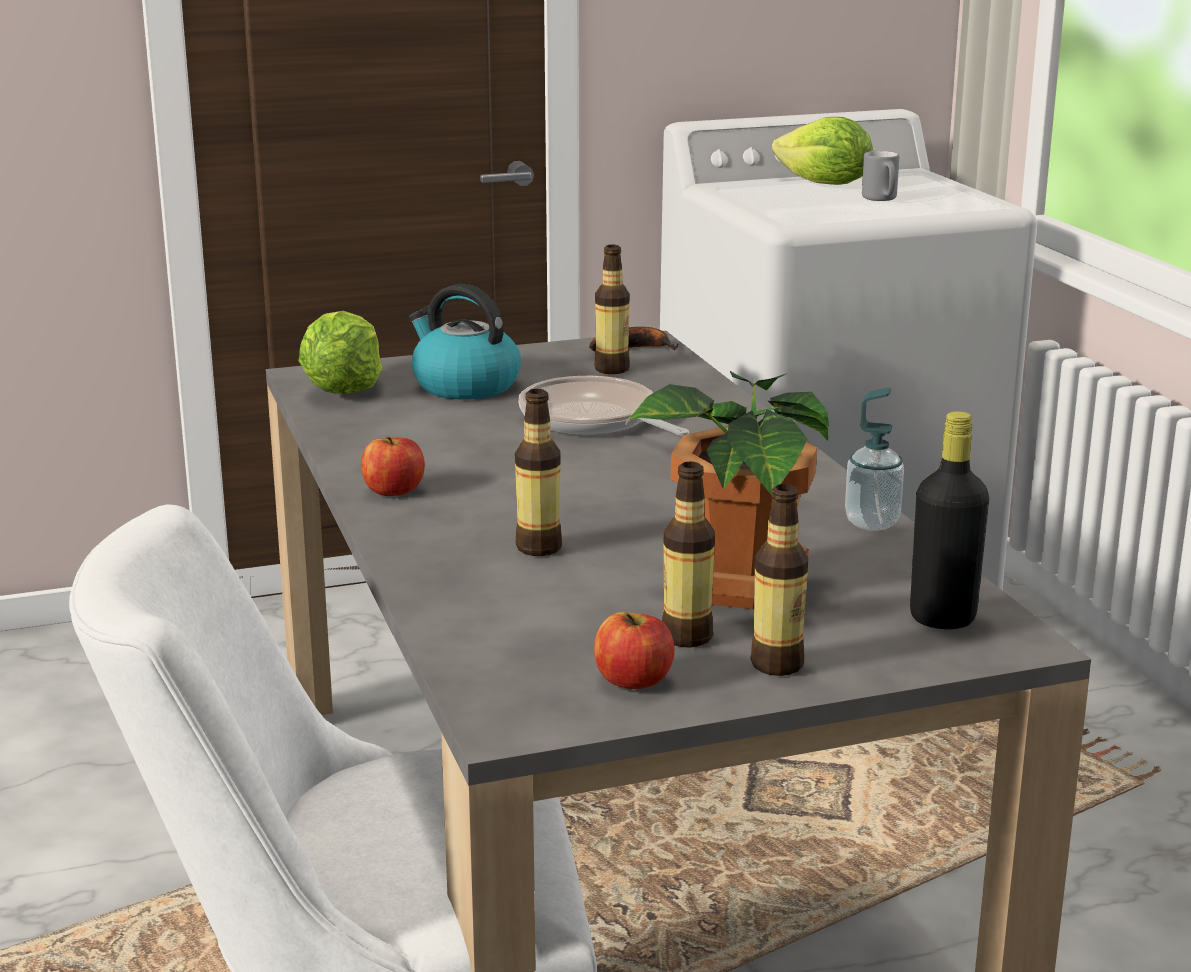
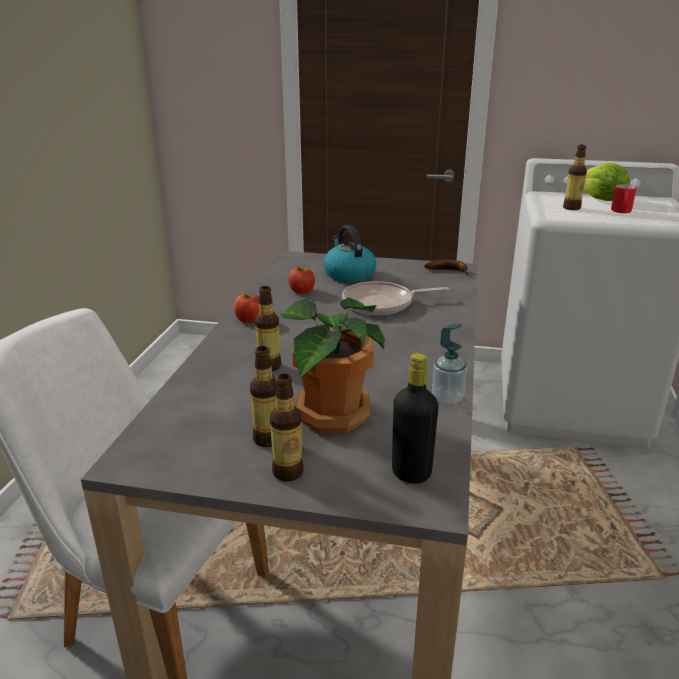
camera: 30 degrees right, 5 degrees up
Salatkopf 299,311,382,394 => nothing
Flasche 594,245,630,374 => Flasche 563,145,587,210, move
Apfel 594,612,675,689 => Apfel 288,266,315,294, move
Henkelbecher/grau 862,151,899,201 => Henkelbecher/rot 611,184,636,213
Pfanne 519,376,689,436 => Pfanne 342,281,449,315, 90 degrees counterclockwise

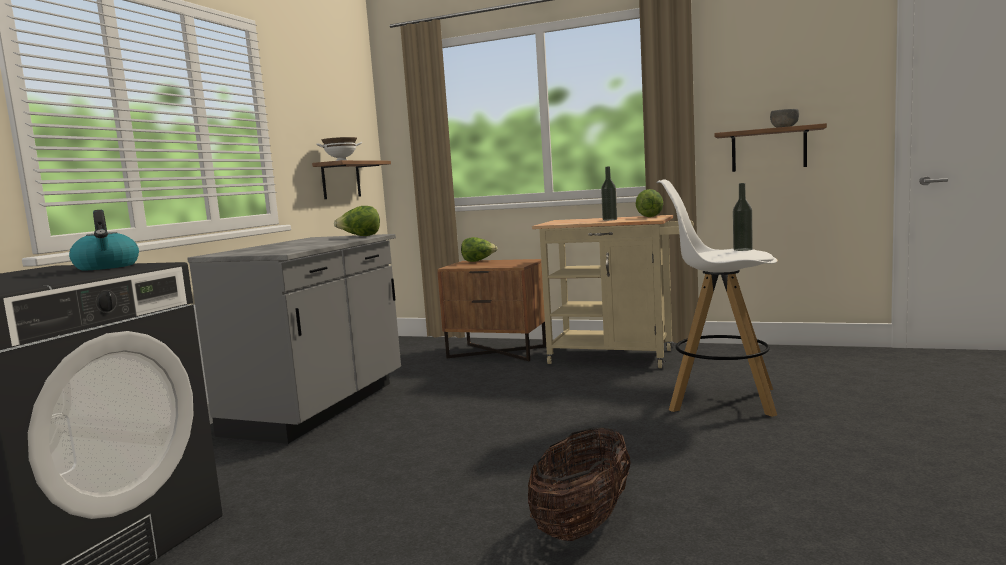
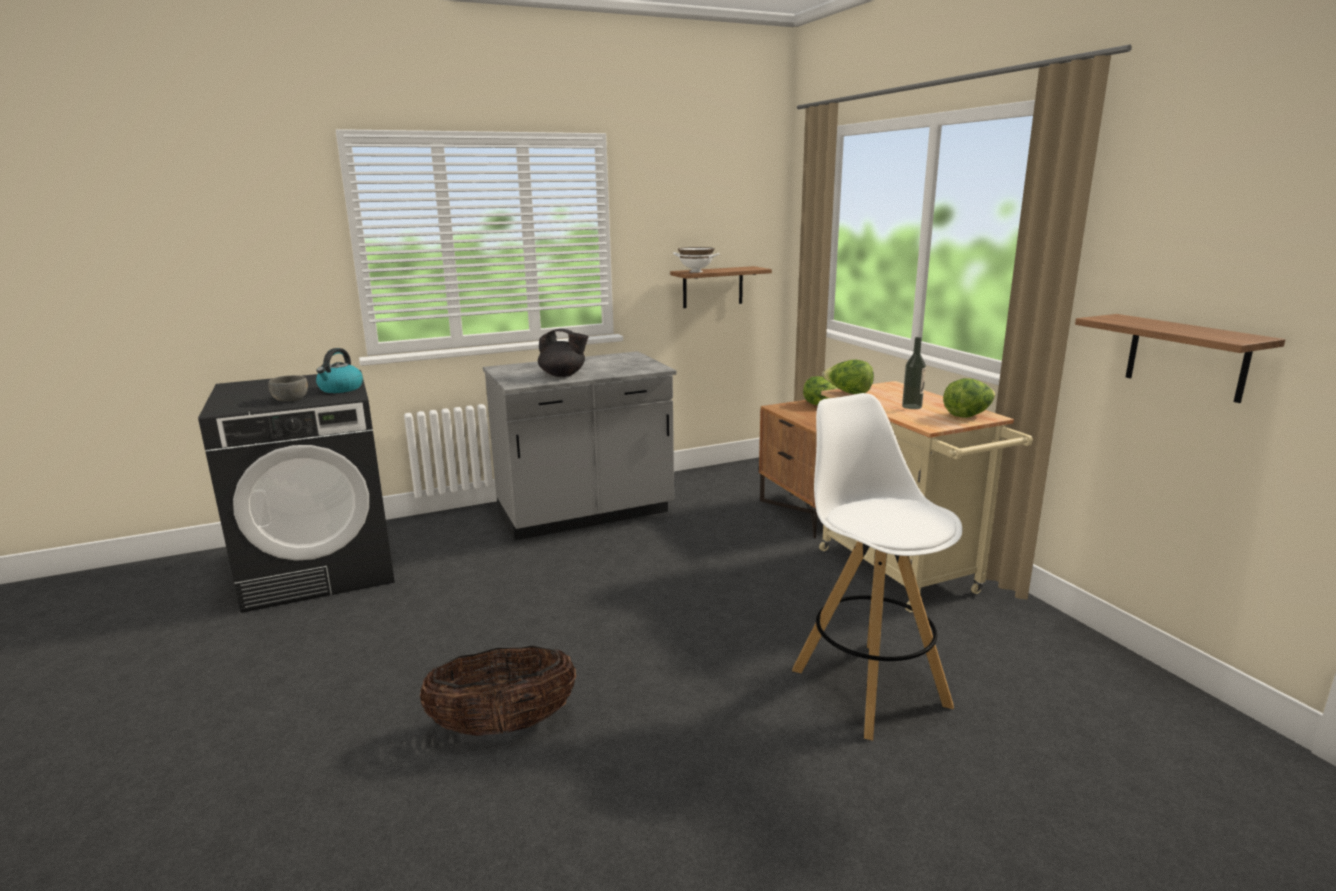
camera: 45 degrees right, 10 degrees up
Flasche 733,183,753,251 => nothing
nothing => Teekanne/schwarz 538,329,588,377
Salatkopf 334,206,380,236 => Salatkopf 822,360,874,394, move
Schüssel/grau 770,109,799,127 => Schüssel/grau 268,375,308,402, move

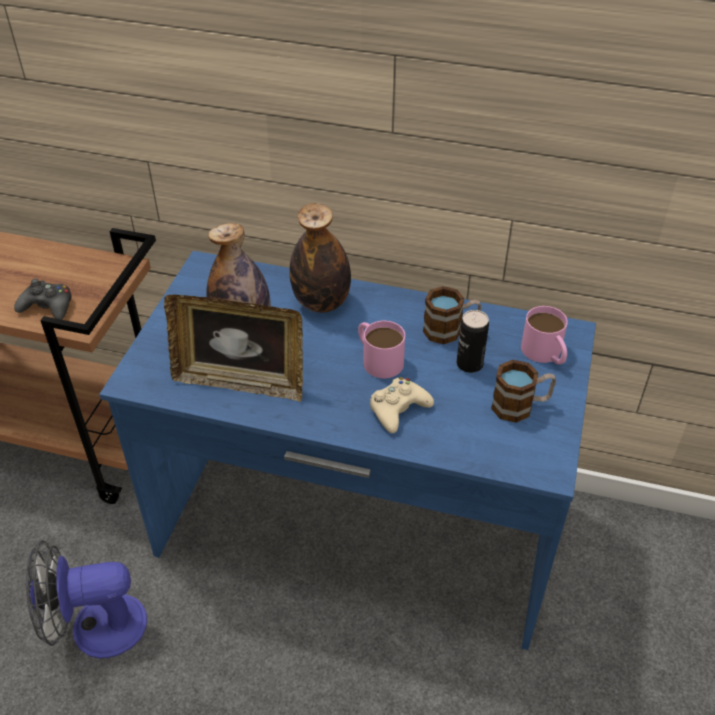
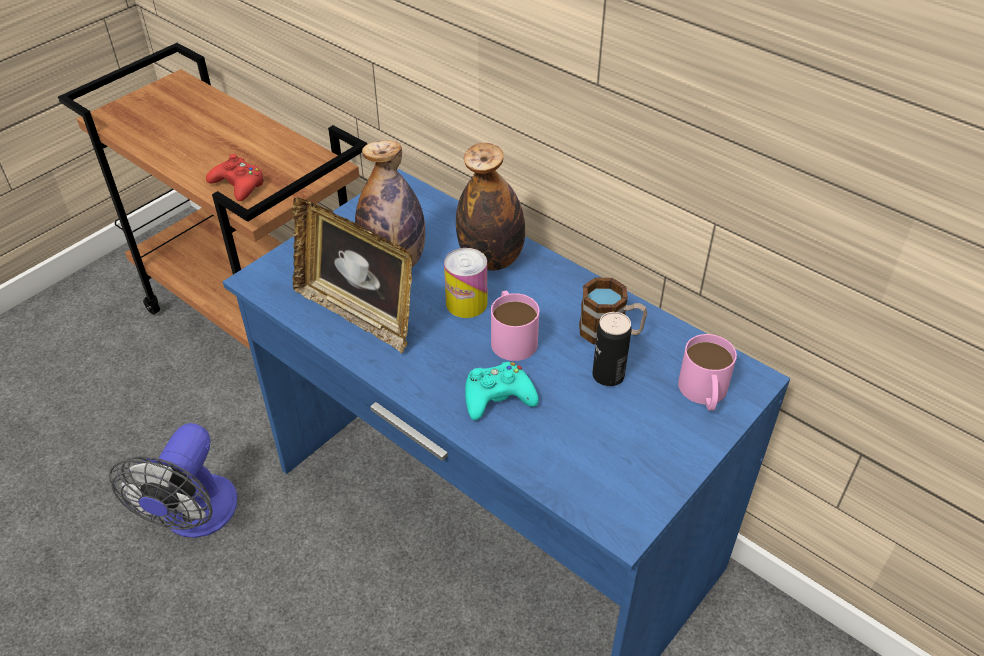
camera: 25 degrees right, 0 degrees up
Henkelbecher 491,360,556,423 => nothing
nothing => Dose 444,248,487,318
Gamepad/schwarz 14,279,72,320 => Gamepad/rot 206,154,264,201
Gamepad/beige 370,377,434,433 => Gamepad/türkis 465,362,539,420
Ventilator 26,540,147,658 => Ventilator 109,423,237,538, 90 degrees counterclockwise

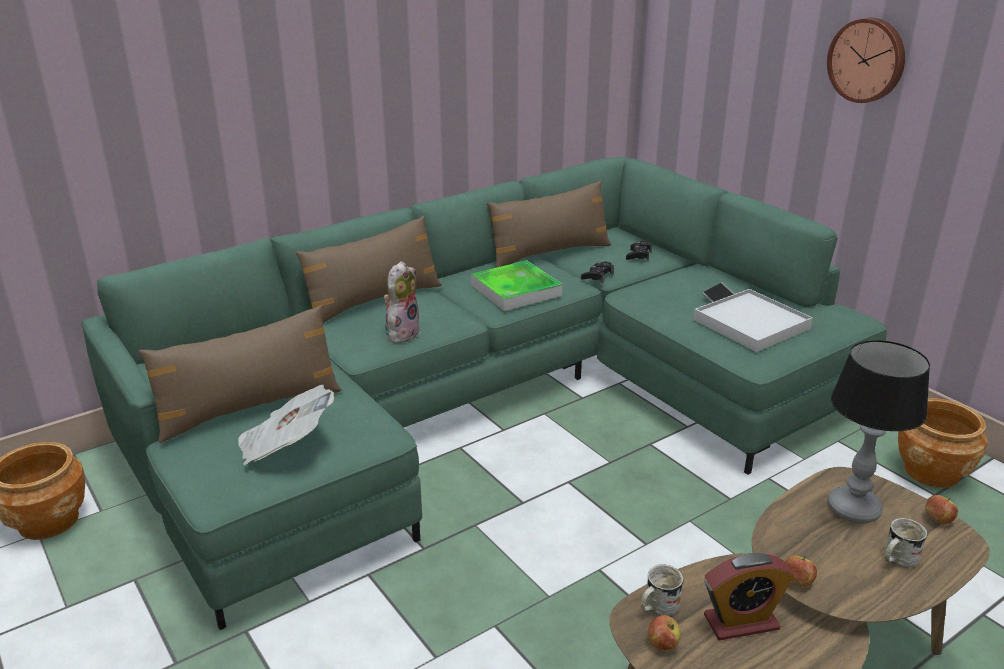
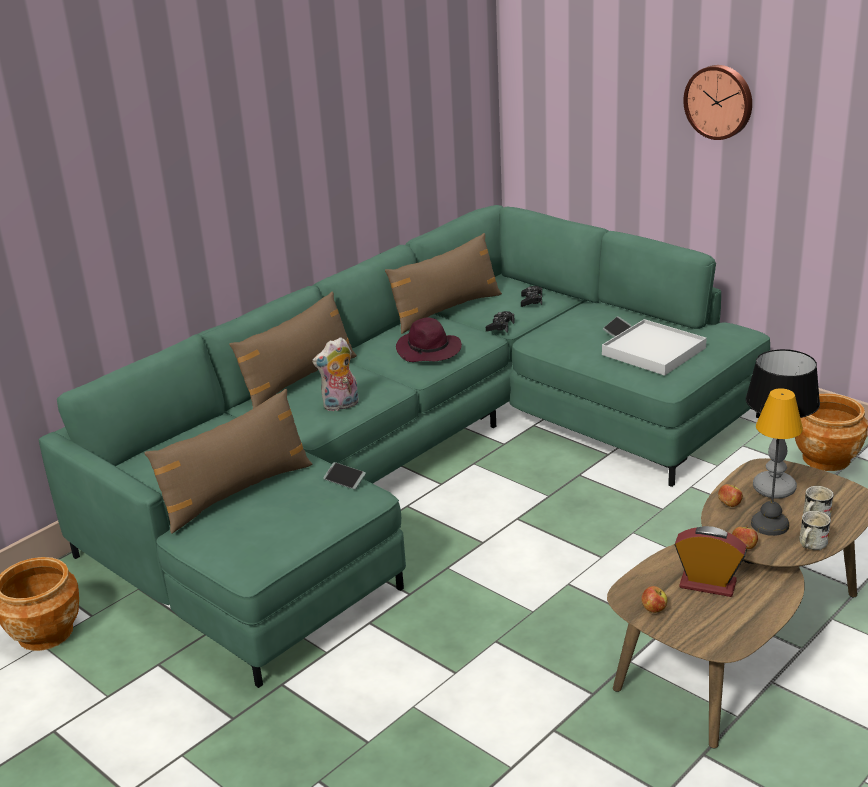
camera: 10 degrees left, 0 degrees up
Zeitung 238,385,334,465 => nothing
nothing => Handy 323,462,366,490
nothing => Tischlampe 751,388,803,536
Henkelbecher/weiß 641,564,684,616 => Henkelbecher/weiß 799,511,831,550, move
Apfel 925,495,958,524 => Apfel 718,484,743,507, move
Tablett 471,260,562,311 => Hut/lila 396,317,462,362
Plüschtier 384,261,420,343 => Plüschtier 312,337,359,411, 135 degrees counterclockwise
Wecker 704,553,794,640 => Wecker 675,526,747,597, 135 degrees counterclockwise

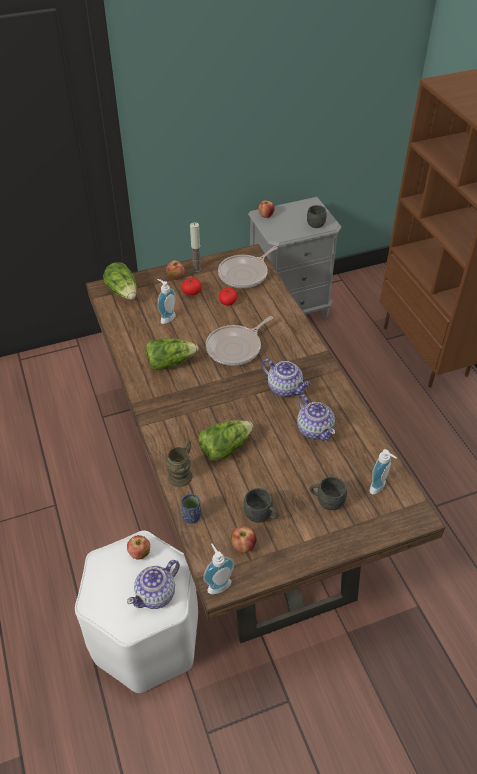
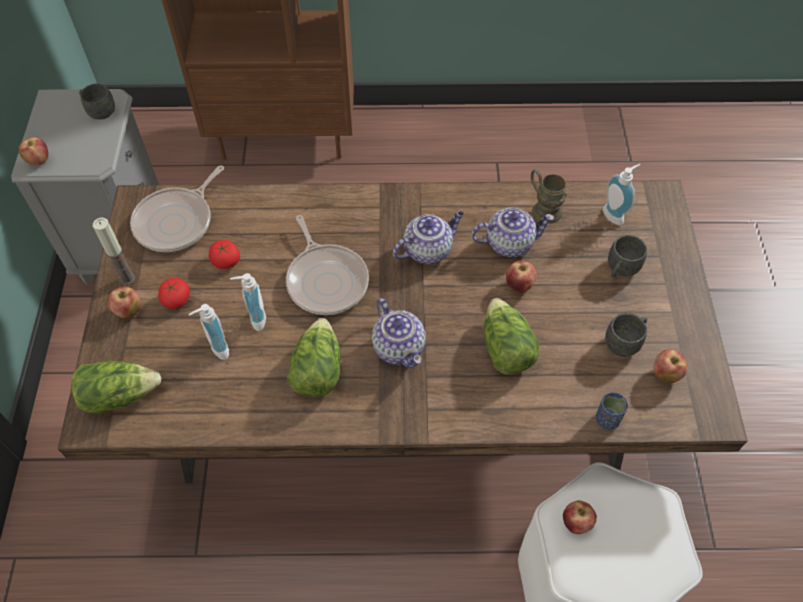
camera: 70 degrees left, 10 degrees up
nothing => Apfel 506,260,537,293
Teekanne 127,560,180,609 => Teekanne 372,298,426,368, move
Henkelbecher/braun 166,440,192,487 => Henkelbecher/braun 531,169,567,224, move
Seifenspender 203,544,234,594 => Seifenspender 230,273,266,331, move
Pfanne 218,246,278,288 => Pfanne 130,165,224,252, 60 degrees clockwise

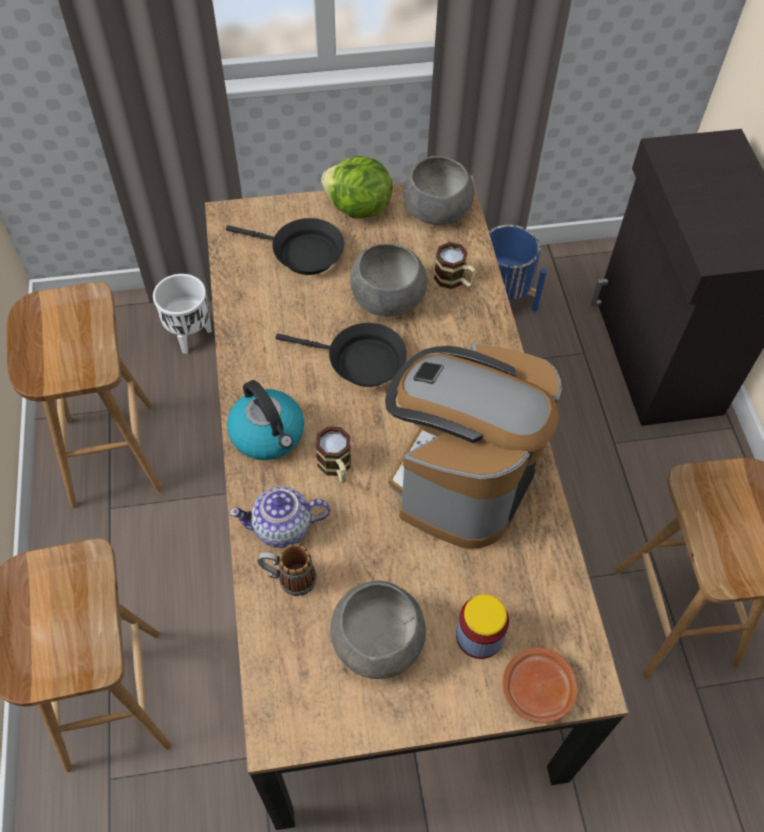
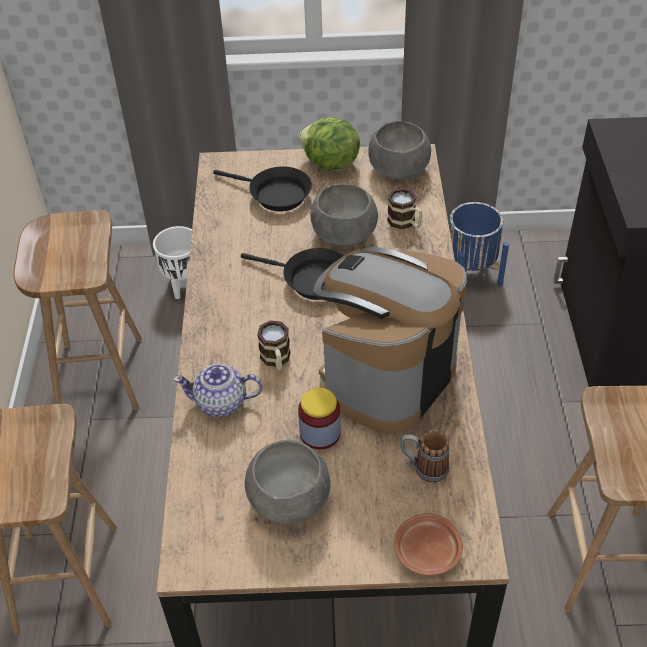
camera: 10 degrees right, 10 degrees down
Wasserkessel 227,380,304,460 => nothing
Henkelbecher 257,544,317,596 => Henkelbecher 400,430,450,482, move
Vorratsglas 456,594,509,659 => Vorratsglas 298,388,341,449, move

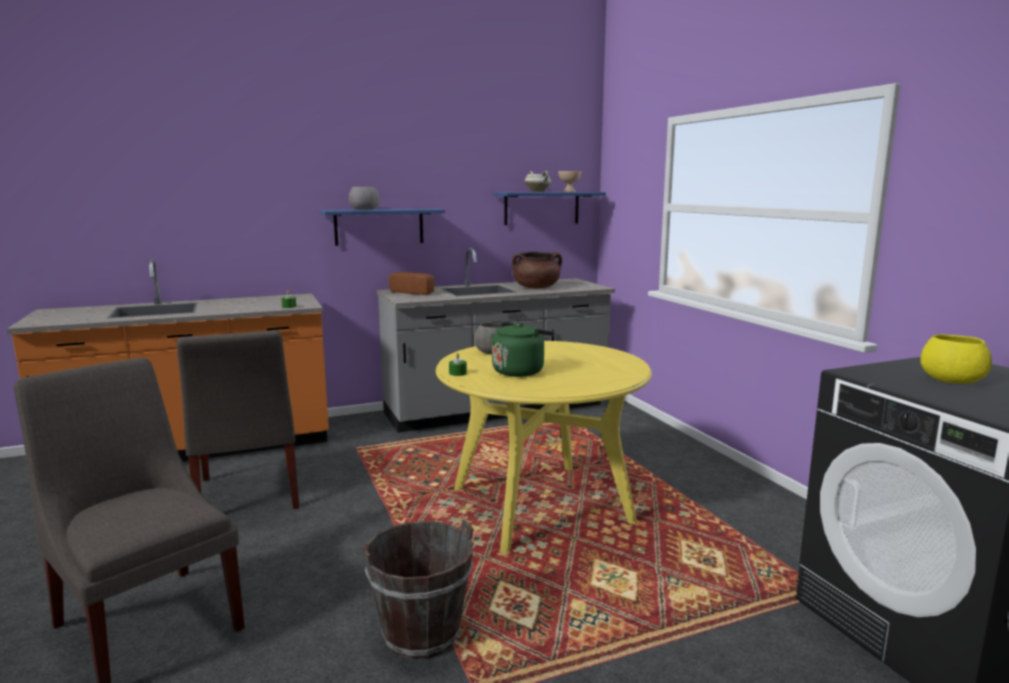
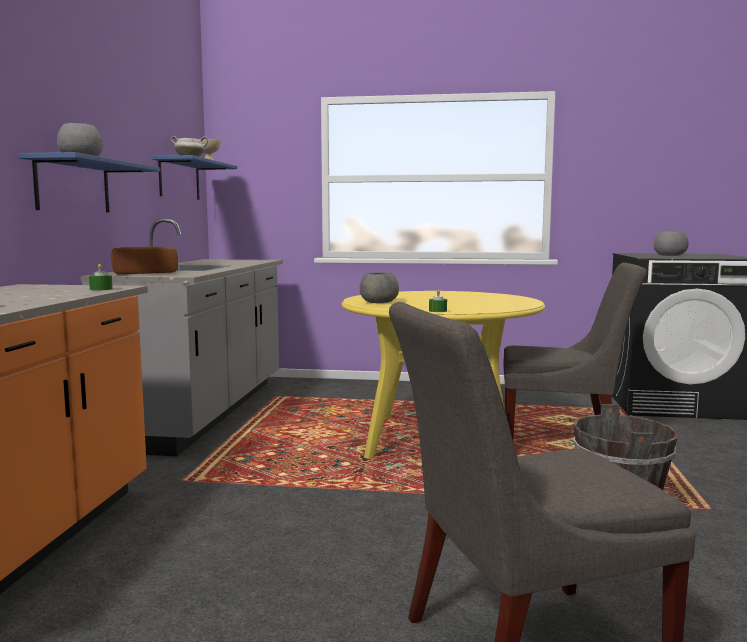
camera: 60 degrees left, 5 degrees down
Wasserkessel/grün 491,322,555,377 => nothing
Kochtopf/braun 512,252,562,288 => nothing
Stuhl/grau 176,330,299,509 => Stuhl/grau 503,263,647,439, move
Schüssel/gelb 920,334,992,384 => Schüssel/grau 654,231,688,256

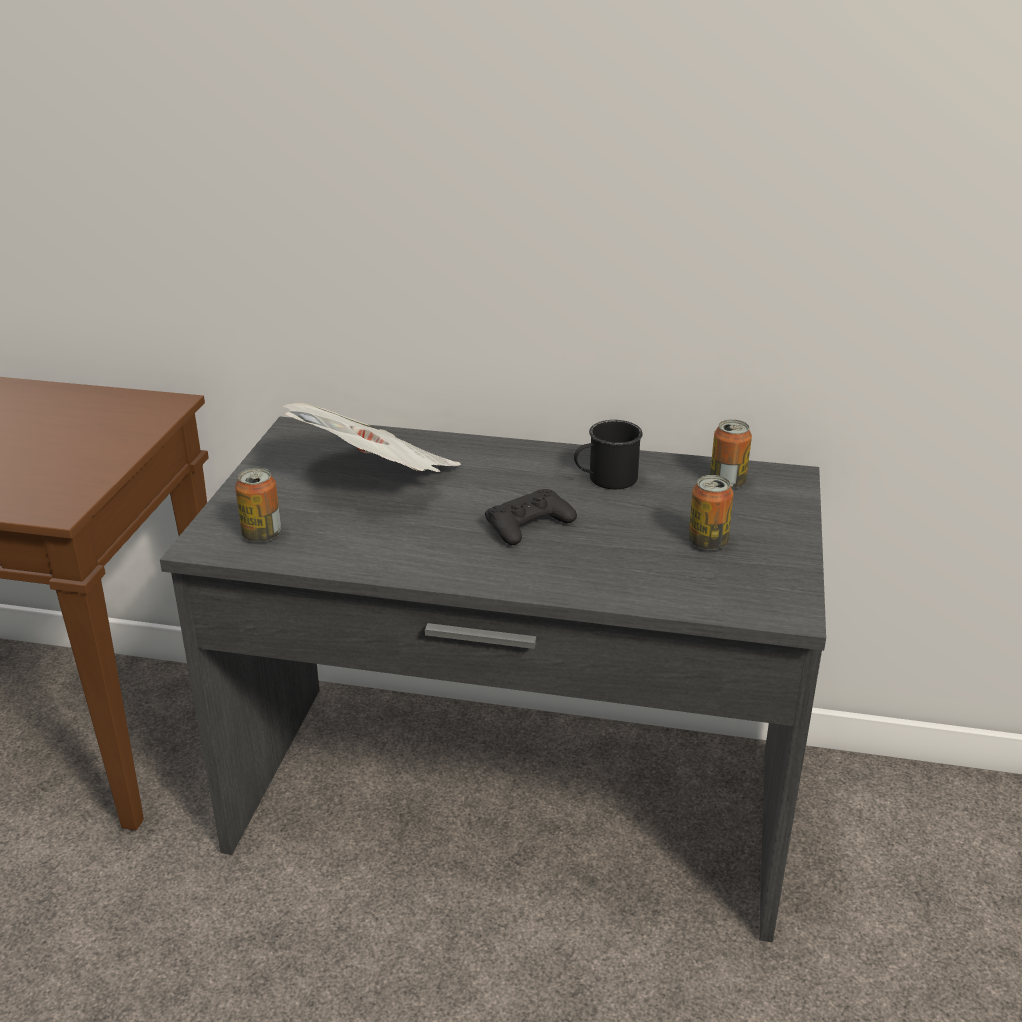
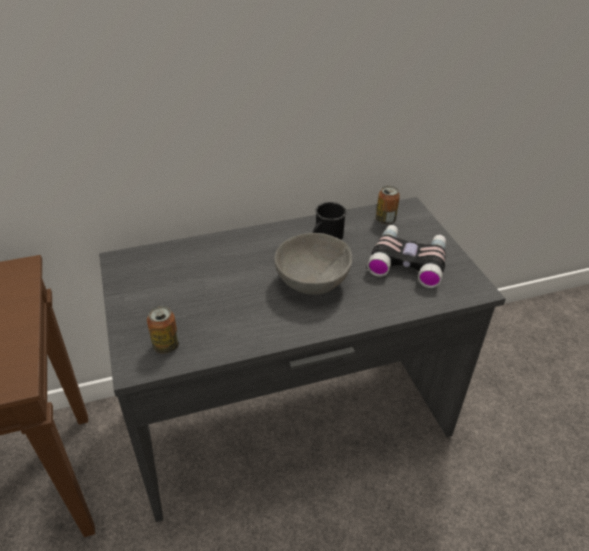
camera: 30 degrees left, 10 degrees up
Zeitung 283,403,461,472 => nothing
Gamepad/schwarz 485,489,577,545 => Schüssel/grau 274,233,353,295
Dose 689,475,733,550 => Fernglas 367,225,446,288

